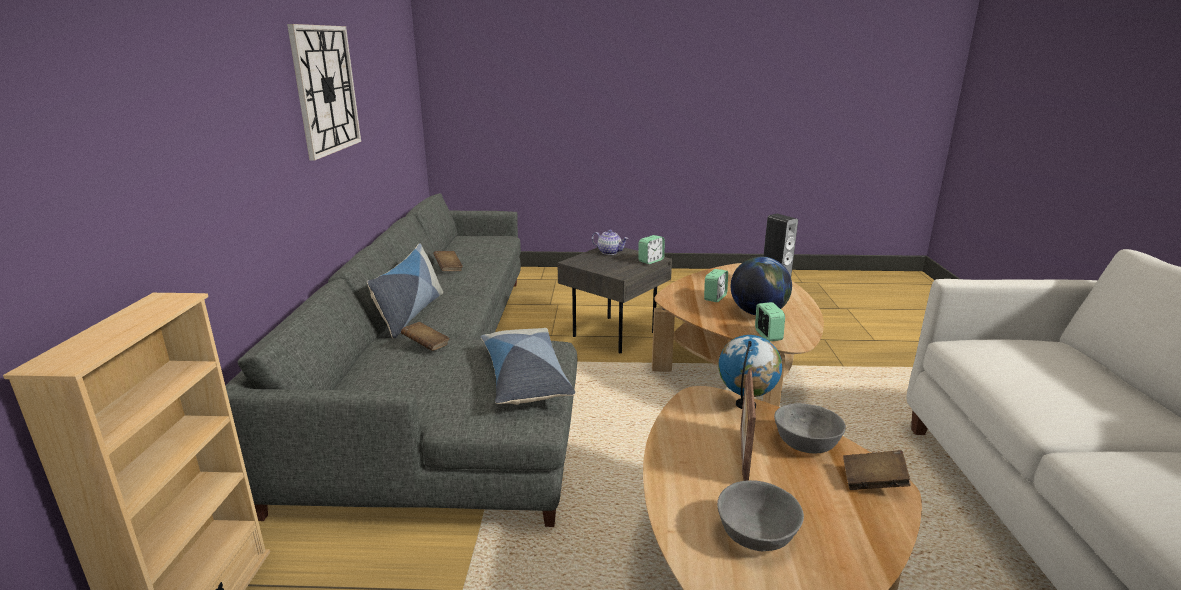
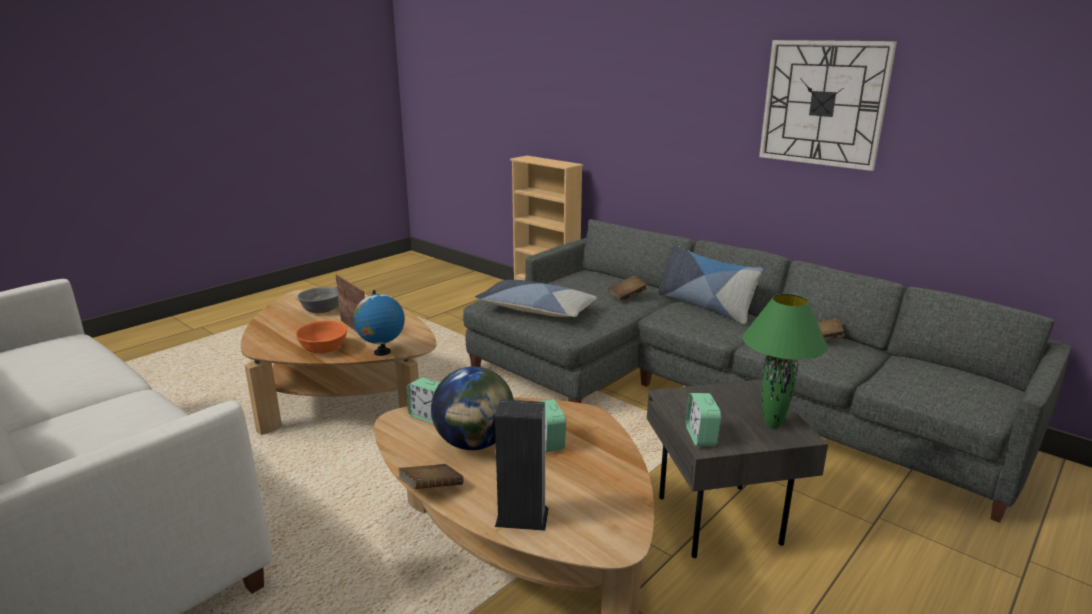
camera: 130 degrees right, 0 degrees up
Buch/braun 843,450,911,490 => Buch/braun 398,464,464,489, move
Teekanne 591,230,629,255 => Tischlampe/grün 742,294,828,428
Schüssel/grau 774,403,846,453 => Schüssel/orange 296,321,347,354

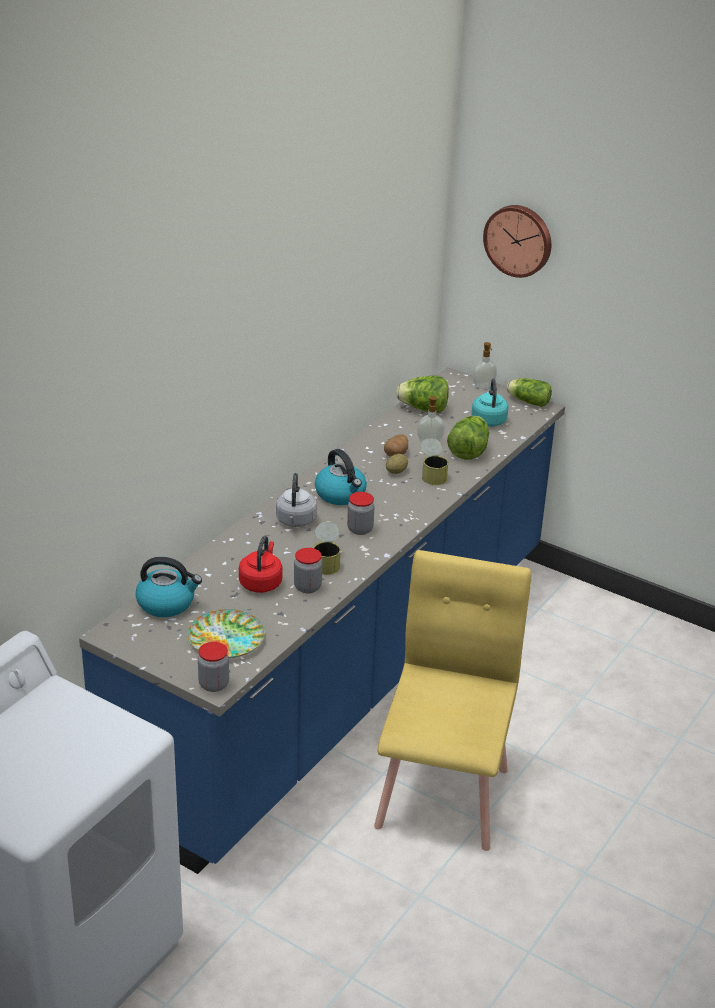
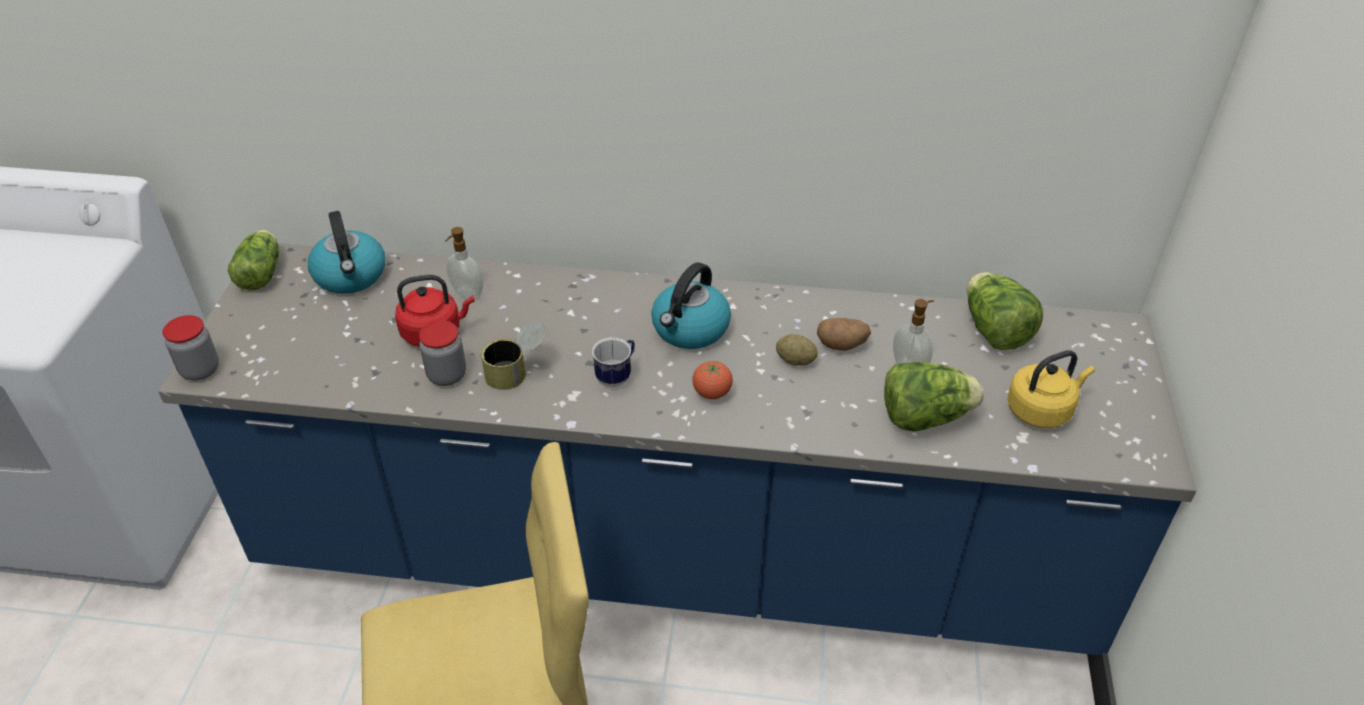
camera: 65 degrees right, 10 degrees up
Teller 188,609,265,658 => nothing
Wasserkessel/grau 276,473,317,527 => nothing
Dose 420,438,449,485 => nothing
Wanduhr 483,205,551,278 => nothing
nothing => Tomate 692,361,733,399
Seifenspender 473,342,497,388 => Seifenspender 445,227,483,300, move
Salatkopf 507,378,552,407 => Salatkopf 228,230,279,291, move
Vorratsglas 347,492,375,535 => Henkelbecher 592,337,635,387
Wasserkessel/türkis 471,379,509,427 => Wasserkessel/gelb 1007,350,1095,428

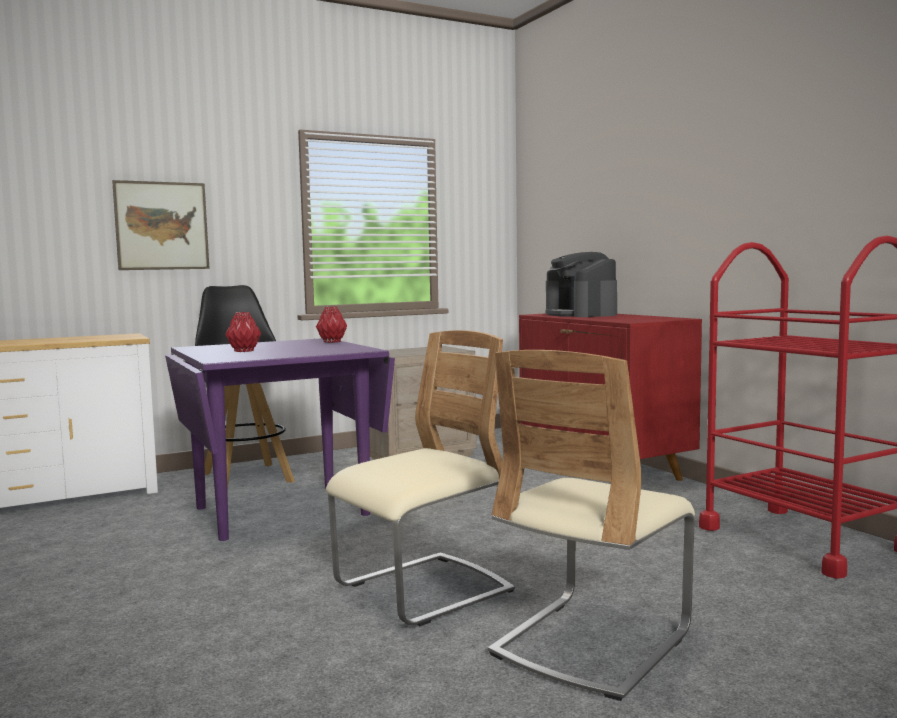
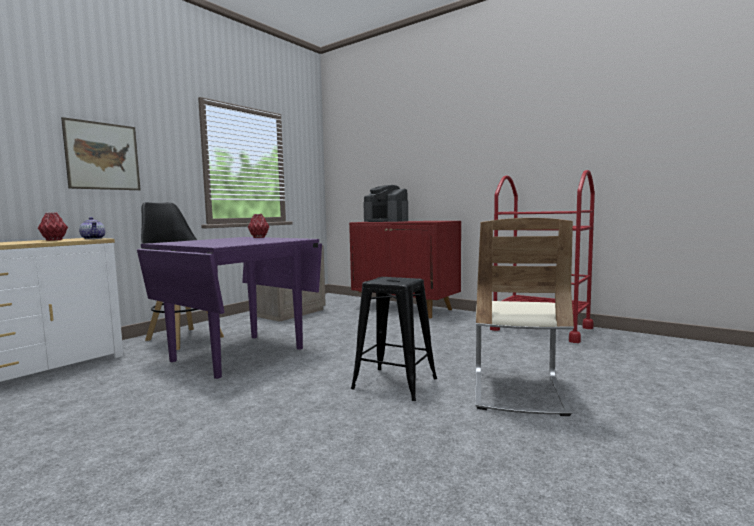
camera: 25 degrees left, 0 degrees up
nothing => Teekanne 79,217,105,239
Vase/rot 225,312,261,352 => Vase/rot 38,213,68,241, move
Stuhl/beige 326,330,515,626 => Hocker/schwarz 351,277,437,401

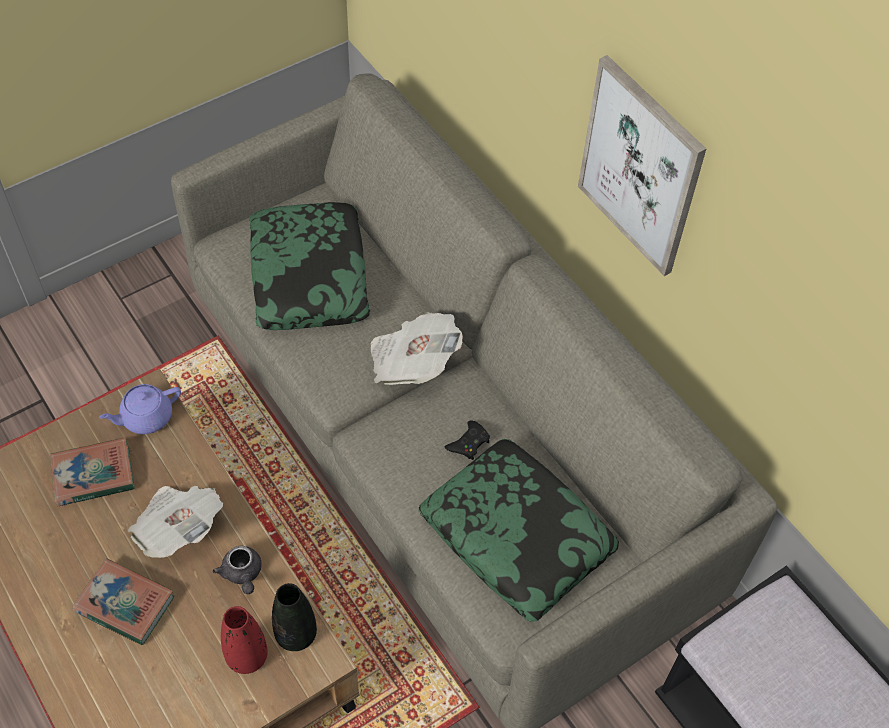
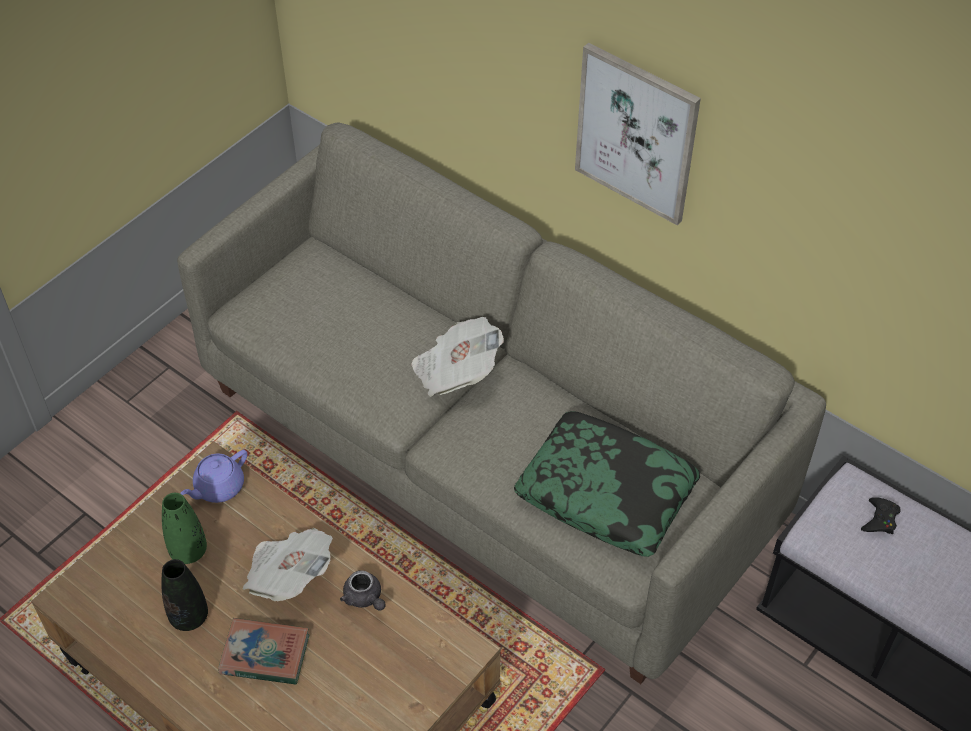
camera: 15 degrees left, 5 degrees down
Vase/rot 221,606,268,674 => nothing
Kissen 249,202,371,330 => nothing
Vase/schwarz 272,583,317,651 => Vase/schwarz 161,559,208,631, move
Gamepad/schwarz 445,420,490,460 => Gamepad/schwarz 861,497,901,534, move
Buch 50,437,135,506 => Vase/grün 162,493,207,564

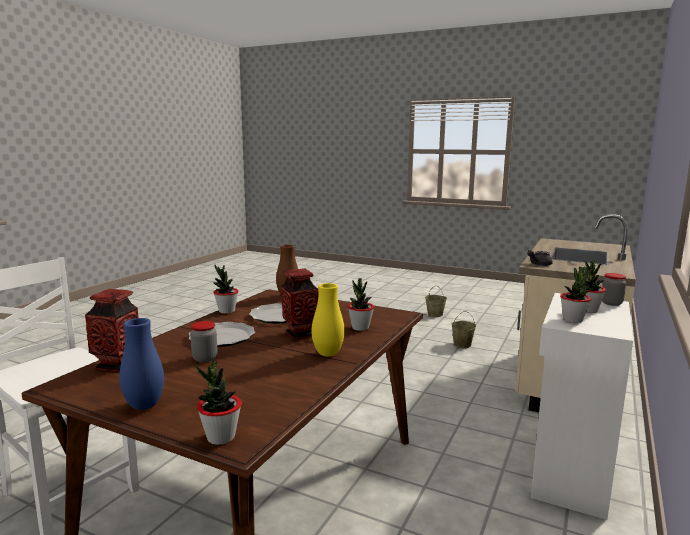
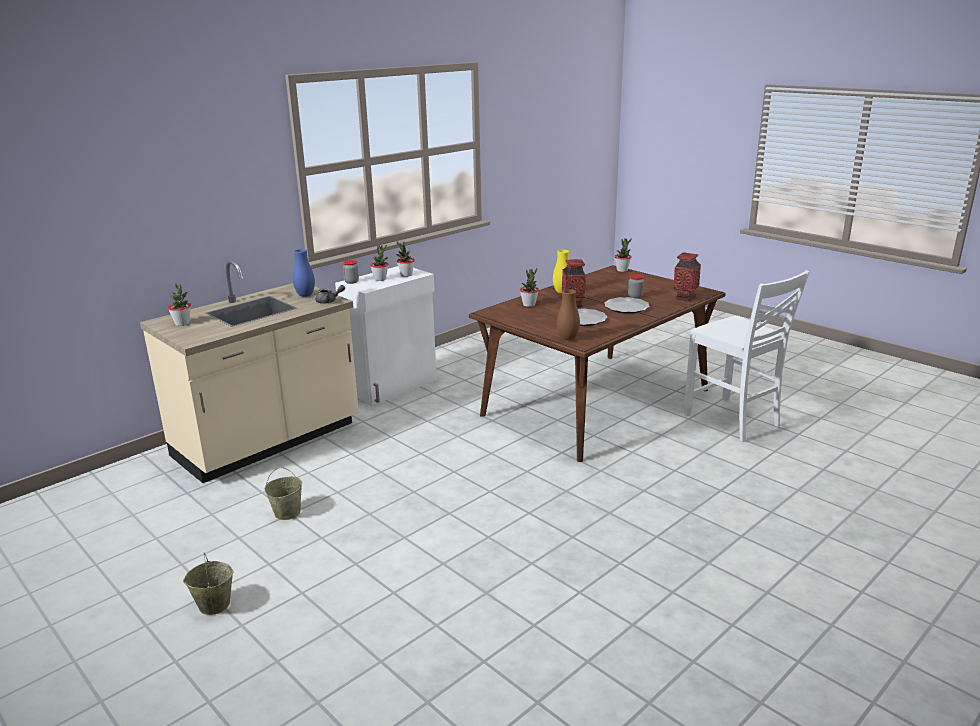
camera: 160 degrees left, 10 degrees up
Vase/blau 119,318,164,410 => Vase/blau 293,249,315,297, move
Topfpflanze 213,265,239,314 => Topfpflanze 168,284,191,326, move

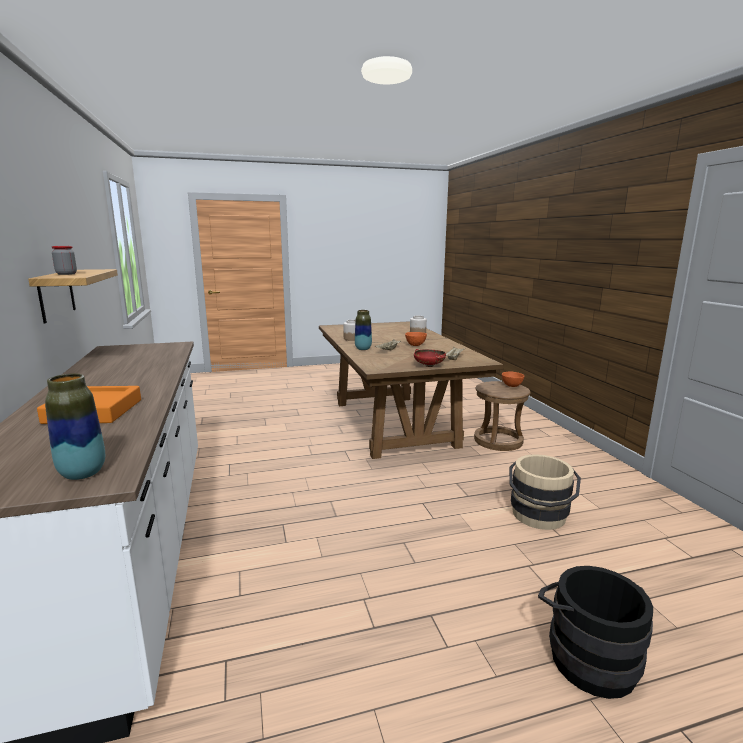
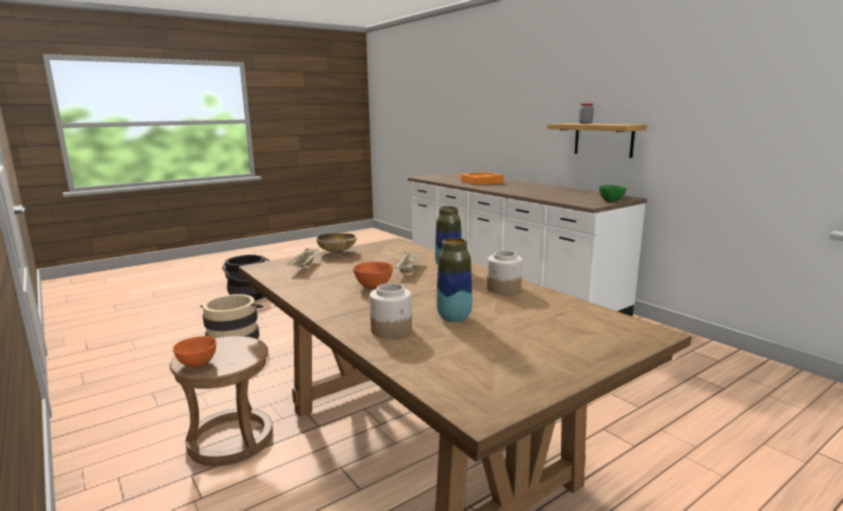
camera: 160 degrees right, 0 degrees up
nothing => Schüssel/grün 599,185,627,201
Vase 45,374,105,480 => Vase 436,238,472,322, move
Schüssel/rot 414,349,446,367 => Schüssel/beige 317,233,357,254

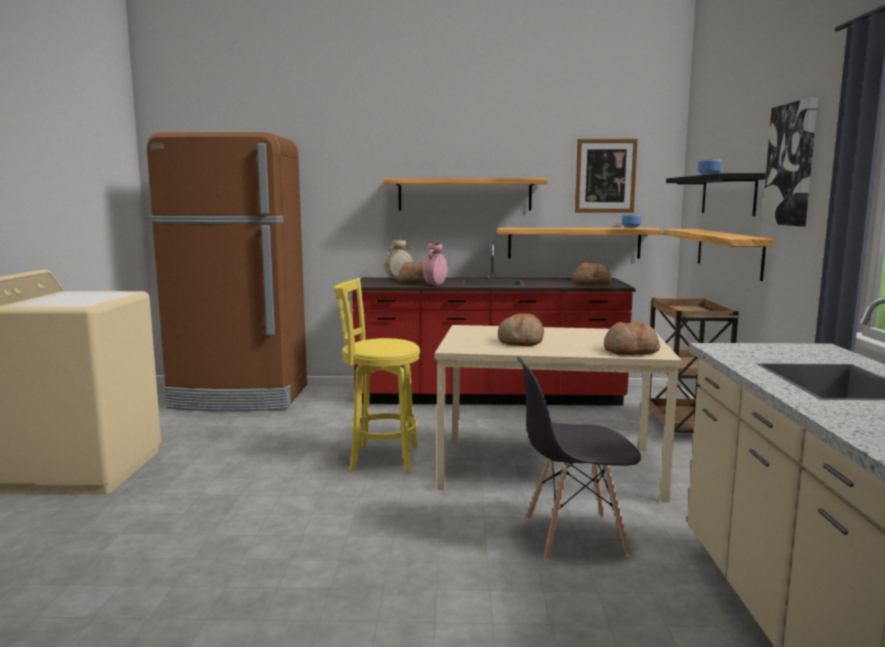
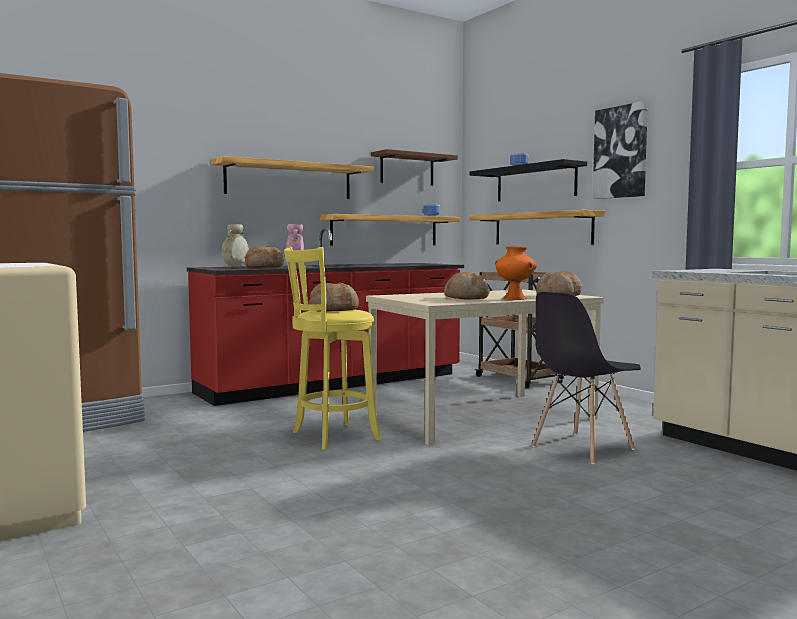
camera: 35 degrees left, 5 degrees down
nothing => Vase/orange 495,246,537,300
Brot 573,262,612,284 => Brot 308,282,359,312, move
Bild 575,139,638,212 => Wandregal/braun 371,149,458,186

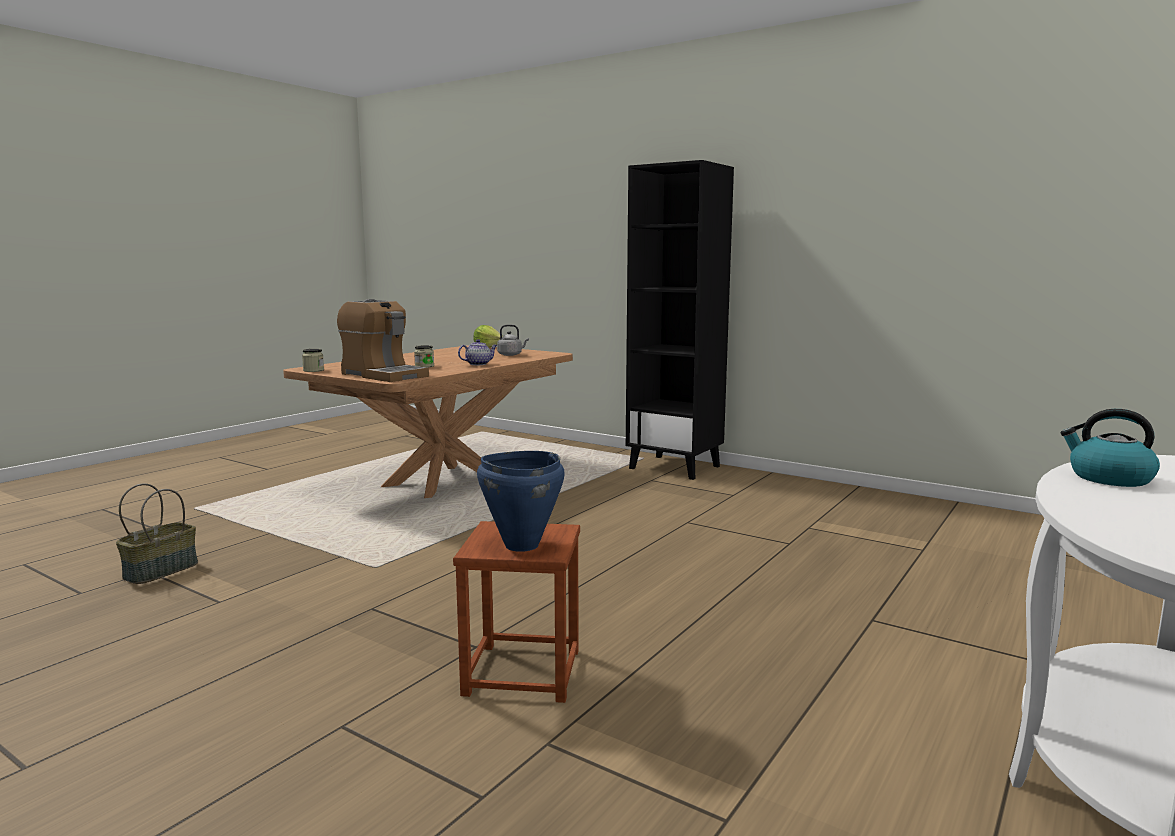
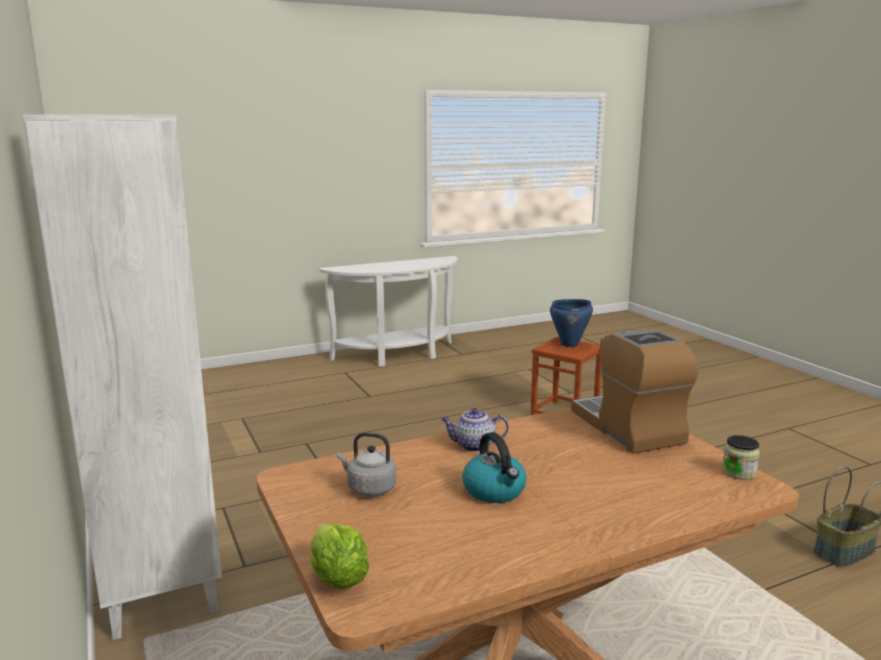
camera: 150 degrees left, 5 degrees up
Vorratsglas 414,345,434,368 => nothing
Wasserkessel 1060,409,1160,487 => Wasserkessel 462,432,527,503, move
Bücherregal/schwarz 626,160,734,480 => Bücherregal/weiß 23,115,222,640

